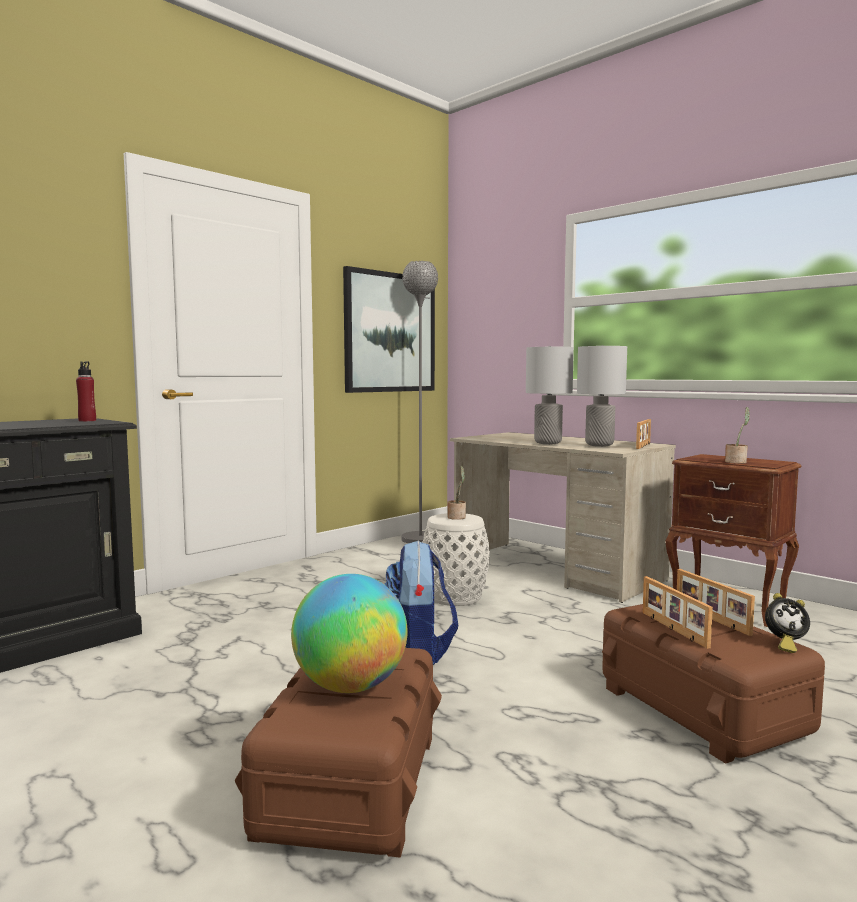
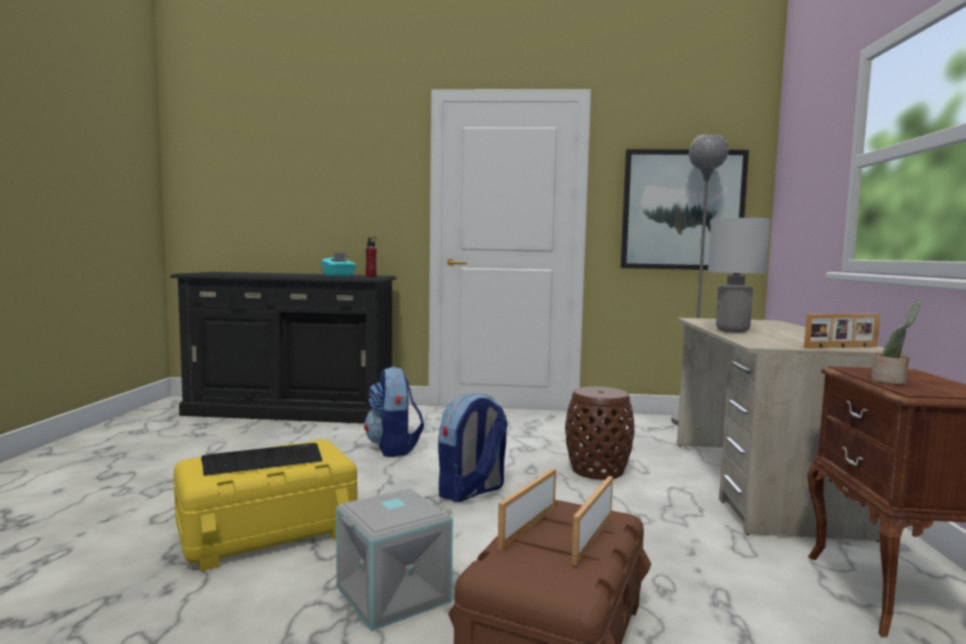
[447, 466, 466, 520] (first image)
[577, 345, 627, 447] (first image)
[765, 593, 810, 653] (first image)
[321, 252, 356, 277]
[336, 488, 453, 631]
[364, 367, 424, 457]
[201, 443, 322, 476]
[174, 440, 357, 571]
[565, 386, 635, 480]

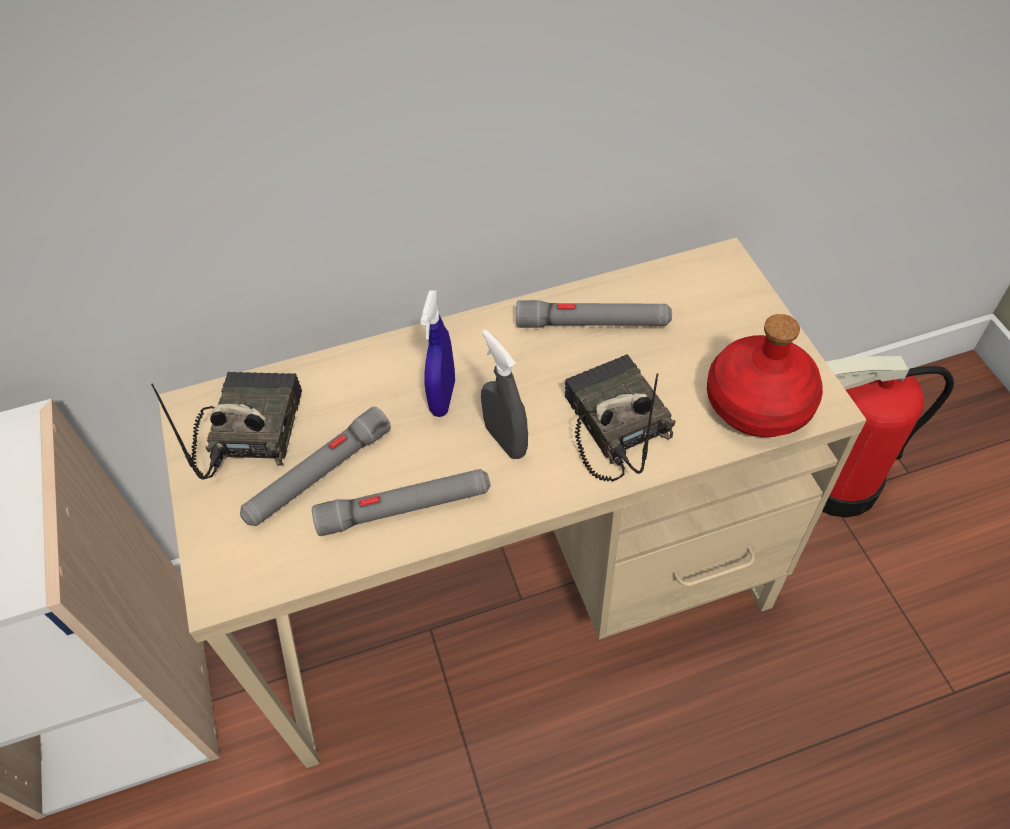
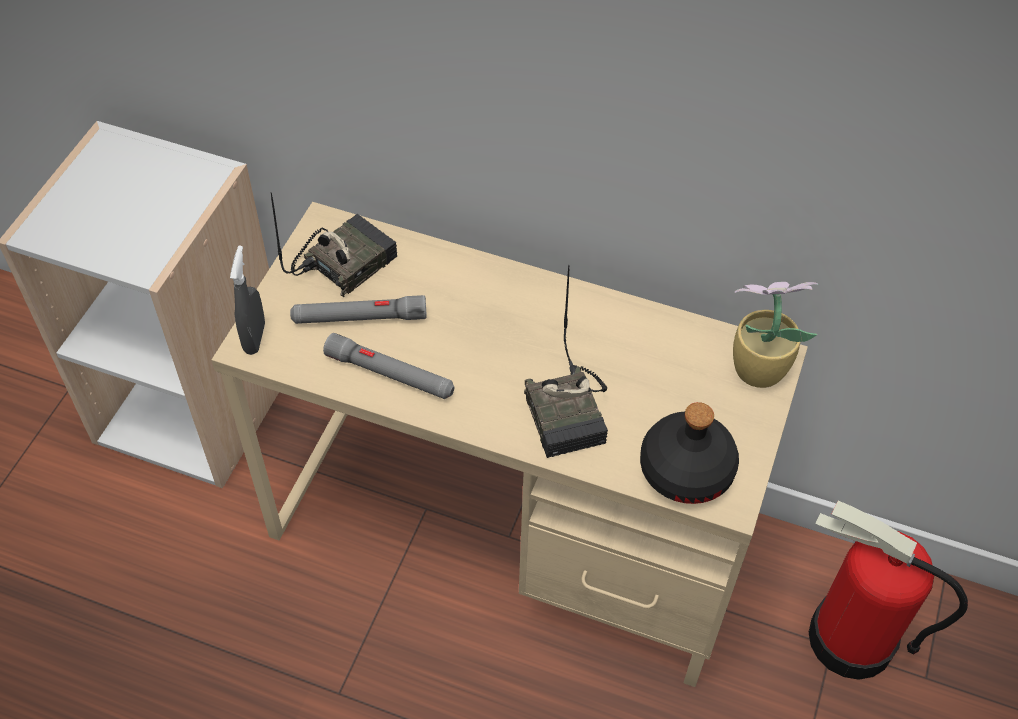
[420, 290, 455, 417] (first image)
[516, 300, 672, 328] (first image)
[733, 282, 818, 388]
[230, 246, 265, 355]
[640, 402, 739, 504]
[524, 265, 608, 458]

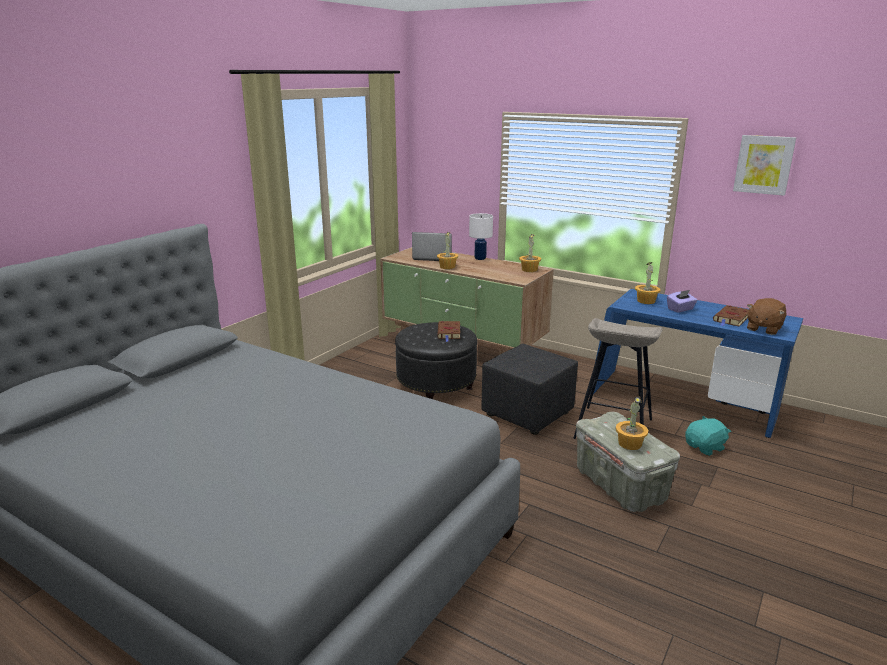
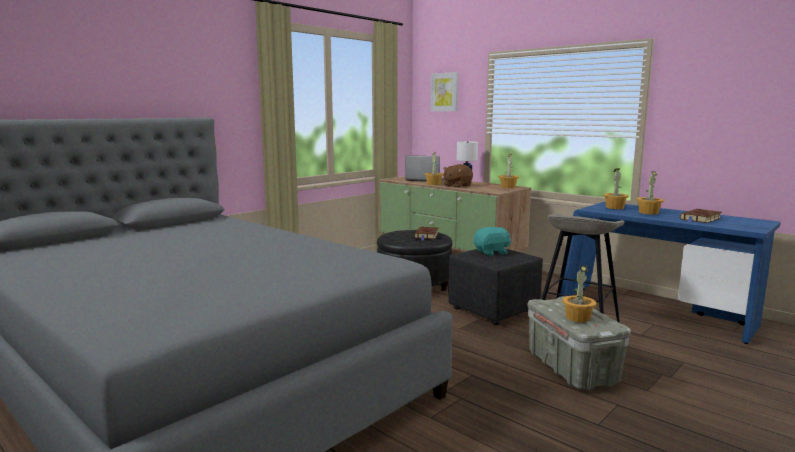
[474, 227, 511, 256]
[430, 72, 458, 111]
[443, 164, 473, 188]
[636, 171, 664, 215]

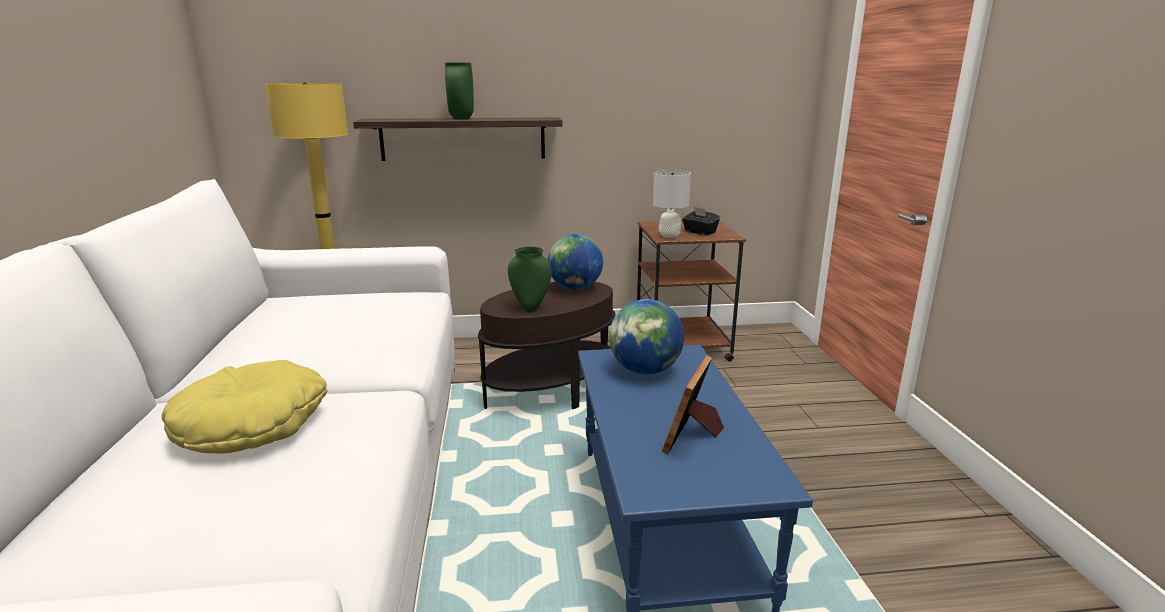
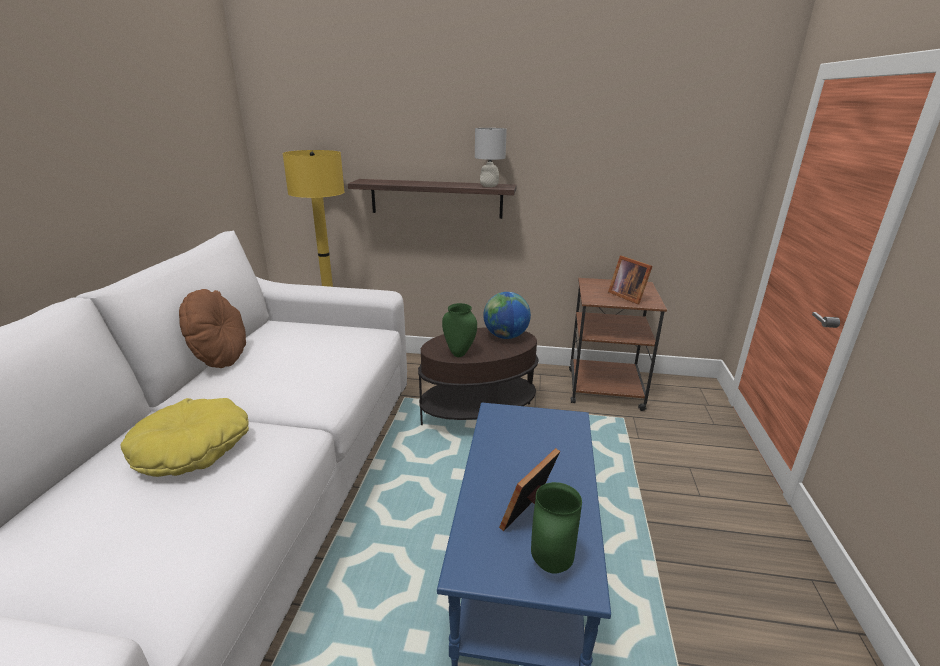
[609, 299, 684, 374] (first image)
[179, 289, 246, 368]
[531, 482, 582, 574]
[475, 128, 507, 187]
[608, 255, 653, 304]

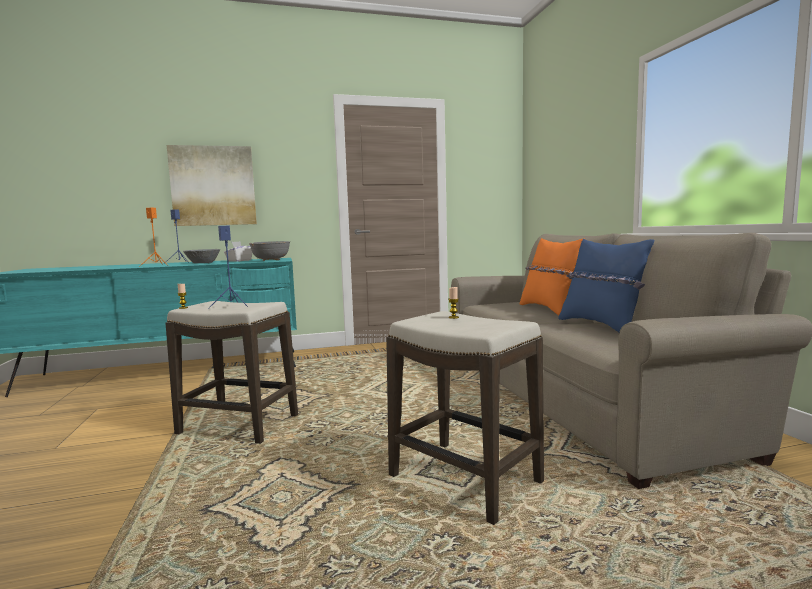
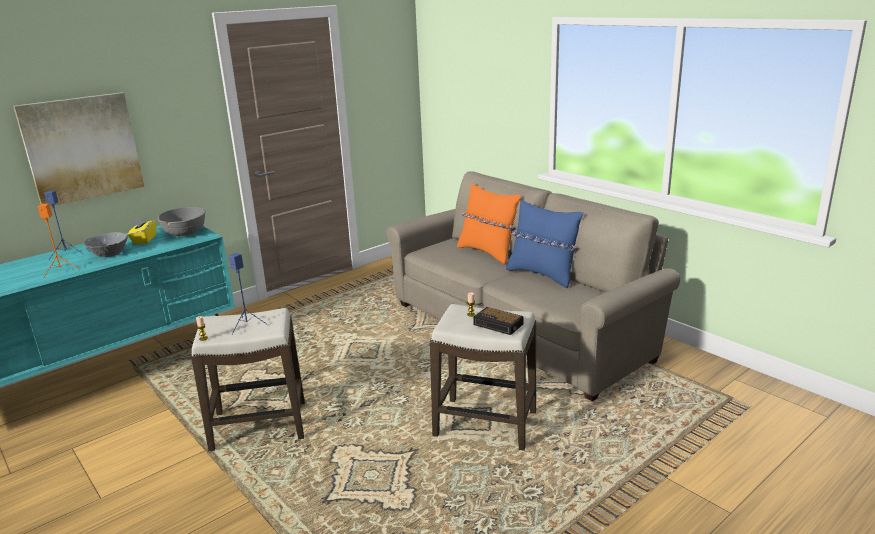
[473, 307, 523, 335]
[127, 216, 156, 244]

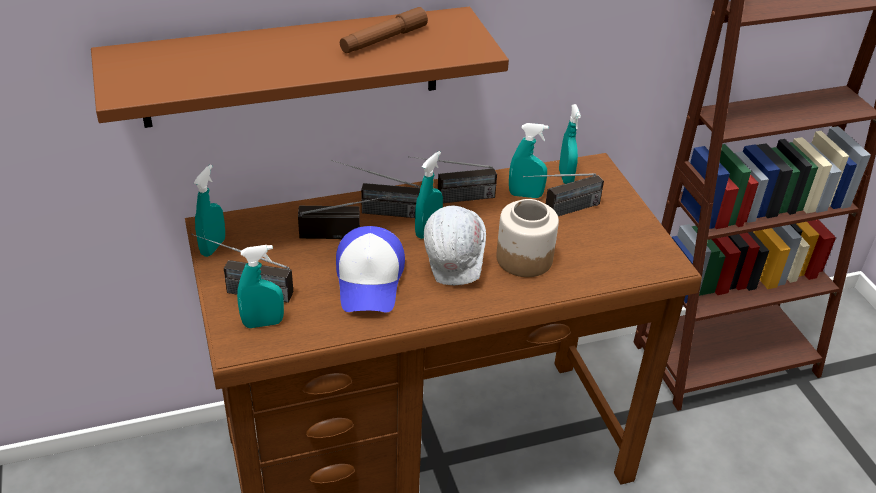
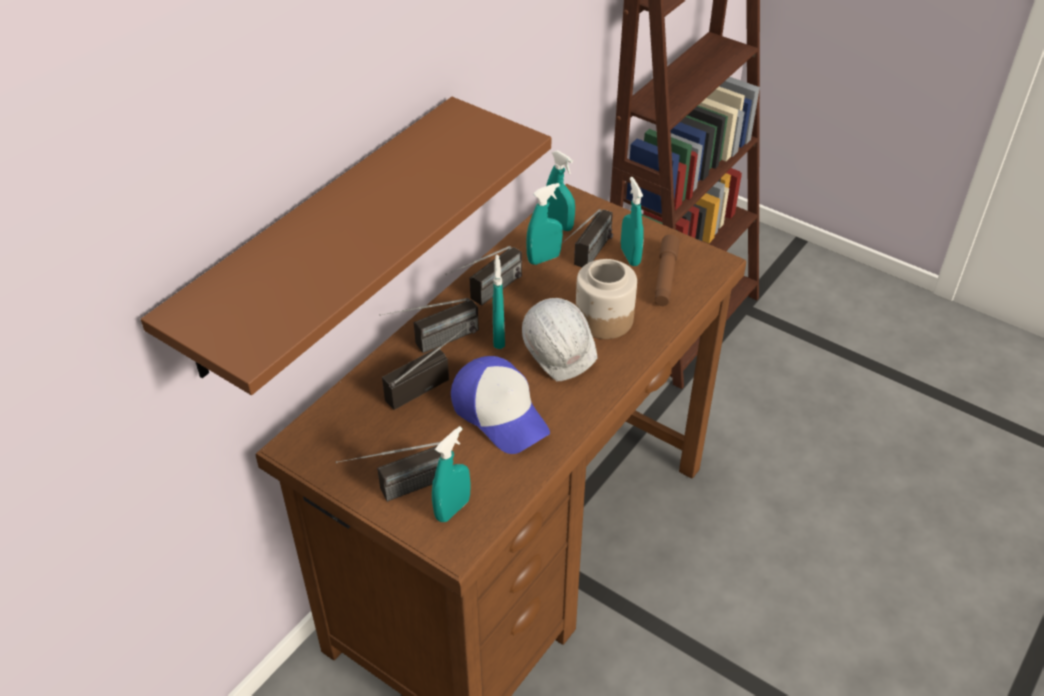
[621, 177, 644, 266]
[655, 235, 680, 306]

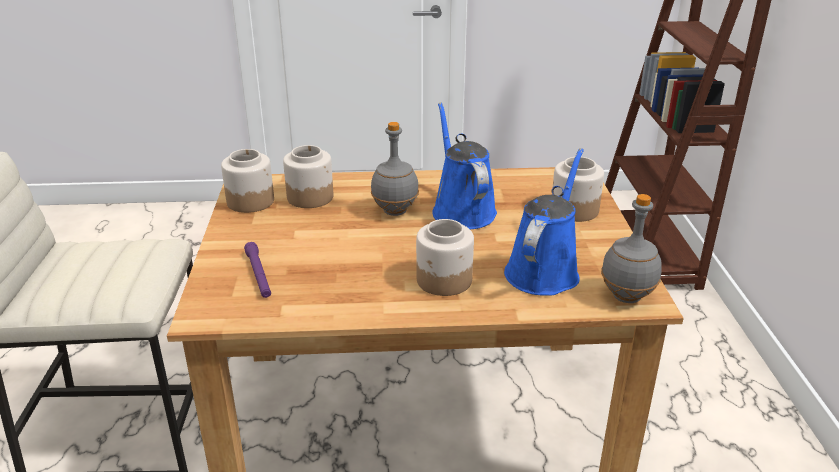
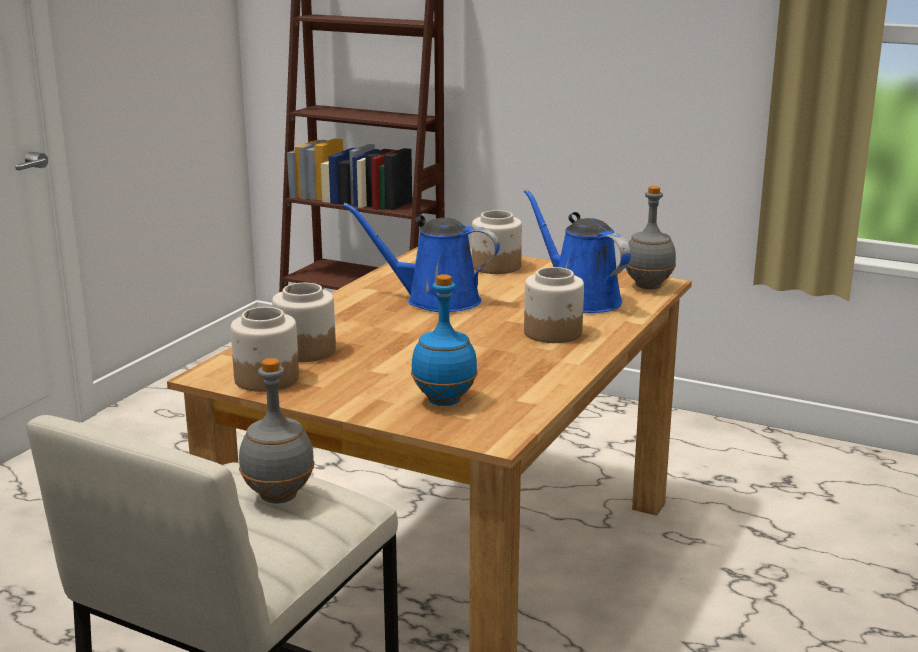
[239, 358, 315, 503]
[411, 274, 477, 406]

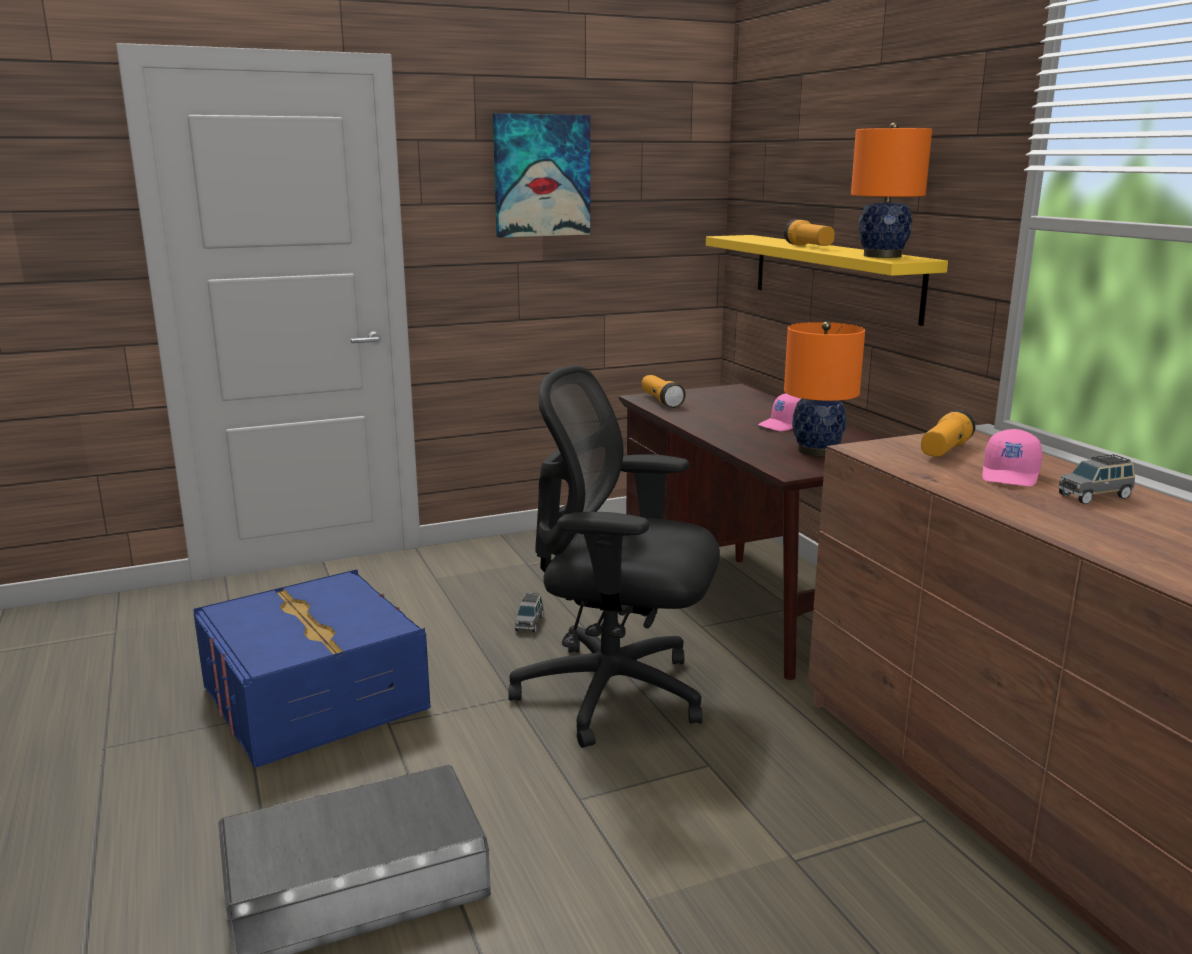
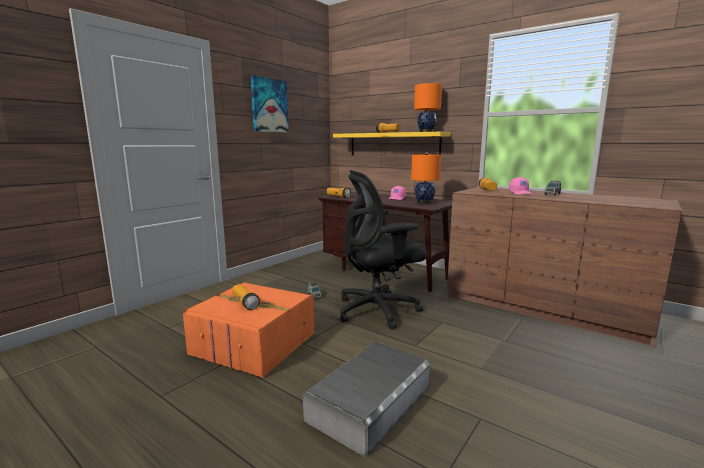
[233, 284, 260, 310]
[183, 281, 315, 378]

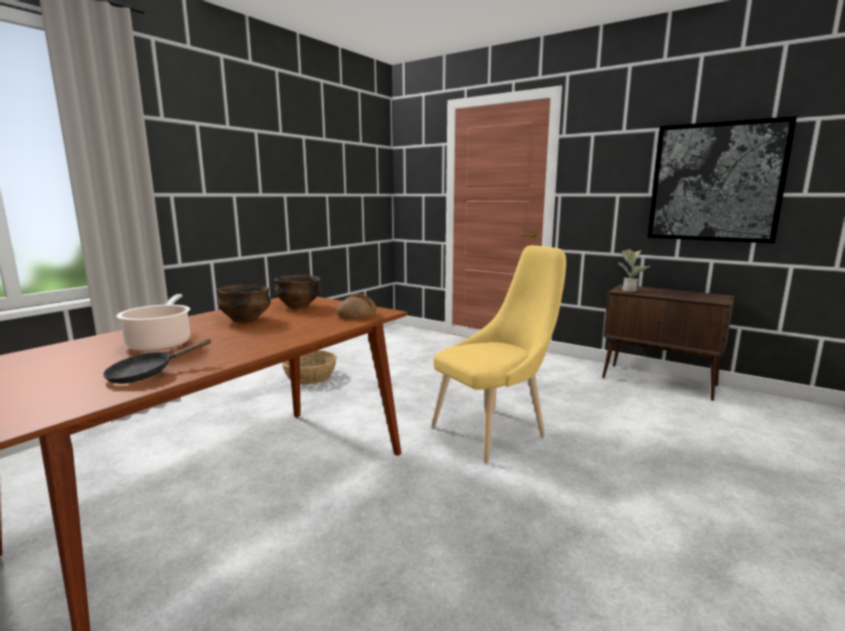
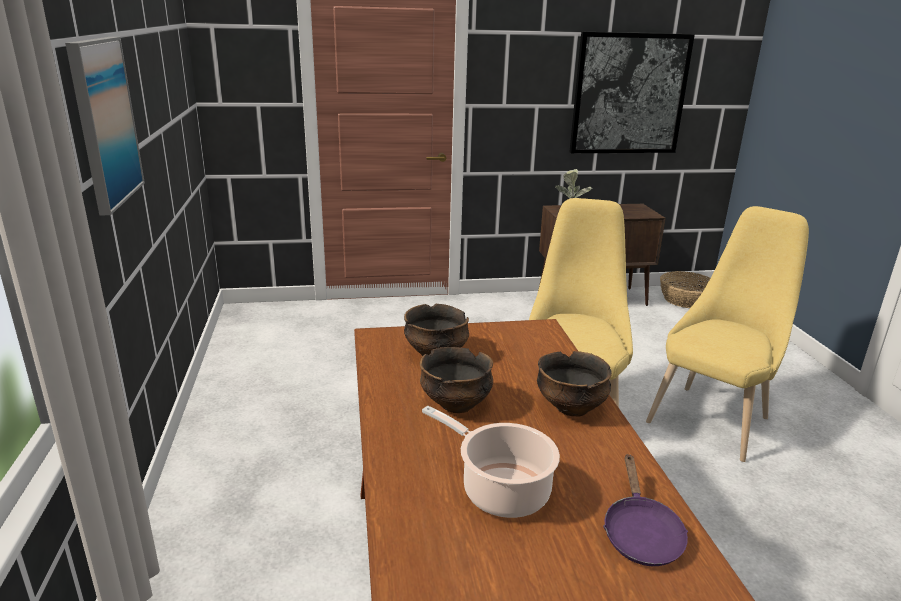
[336, 294, 377, 319] (first image)
[65, 37, 145, 215]
[537, 351, 612, 417]
[646, 206, 809, 462]
[660, 271, 710, 308]
[603, 454, 688, 566]

